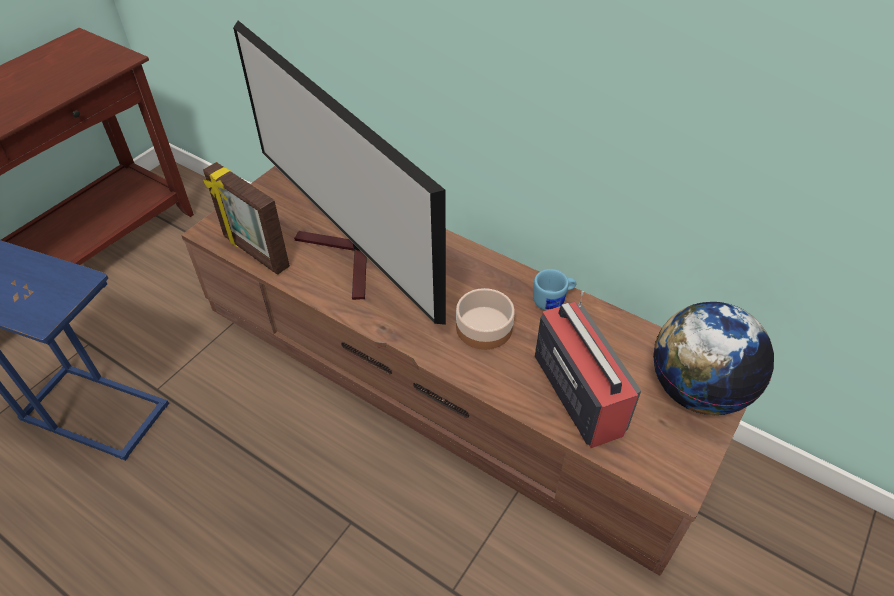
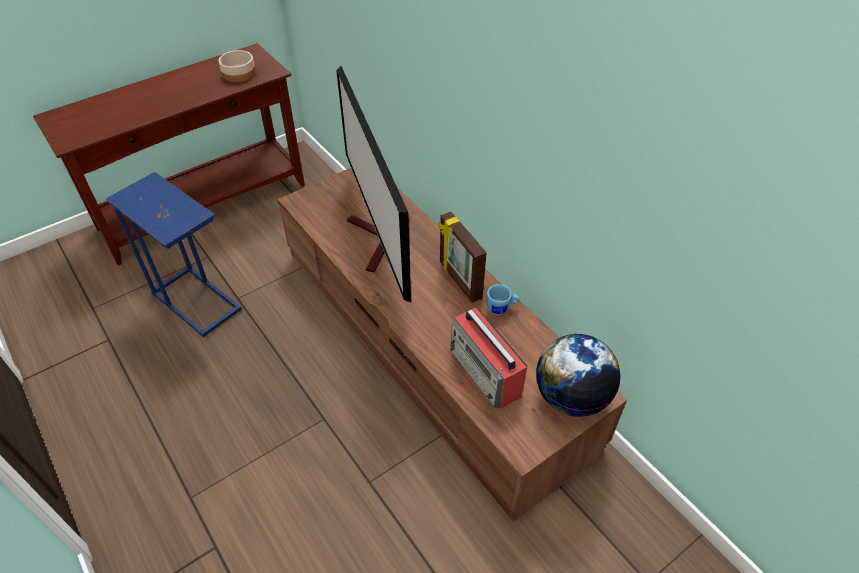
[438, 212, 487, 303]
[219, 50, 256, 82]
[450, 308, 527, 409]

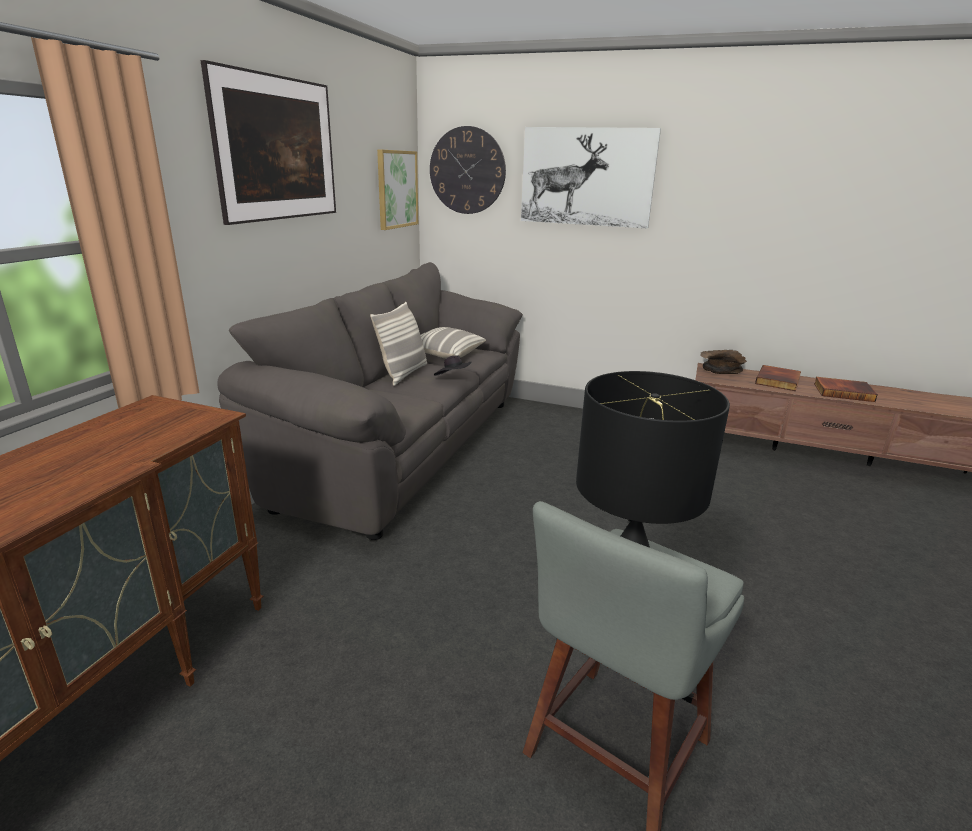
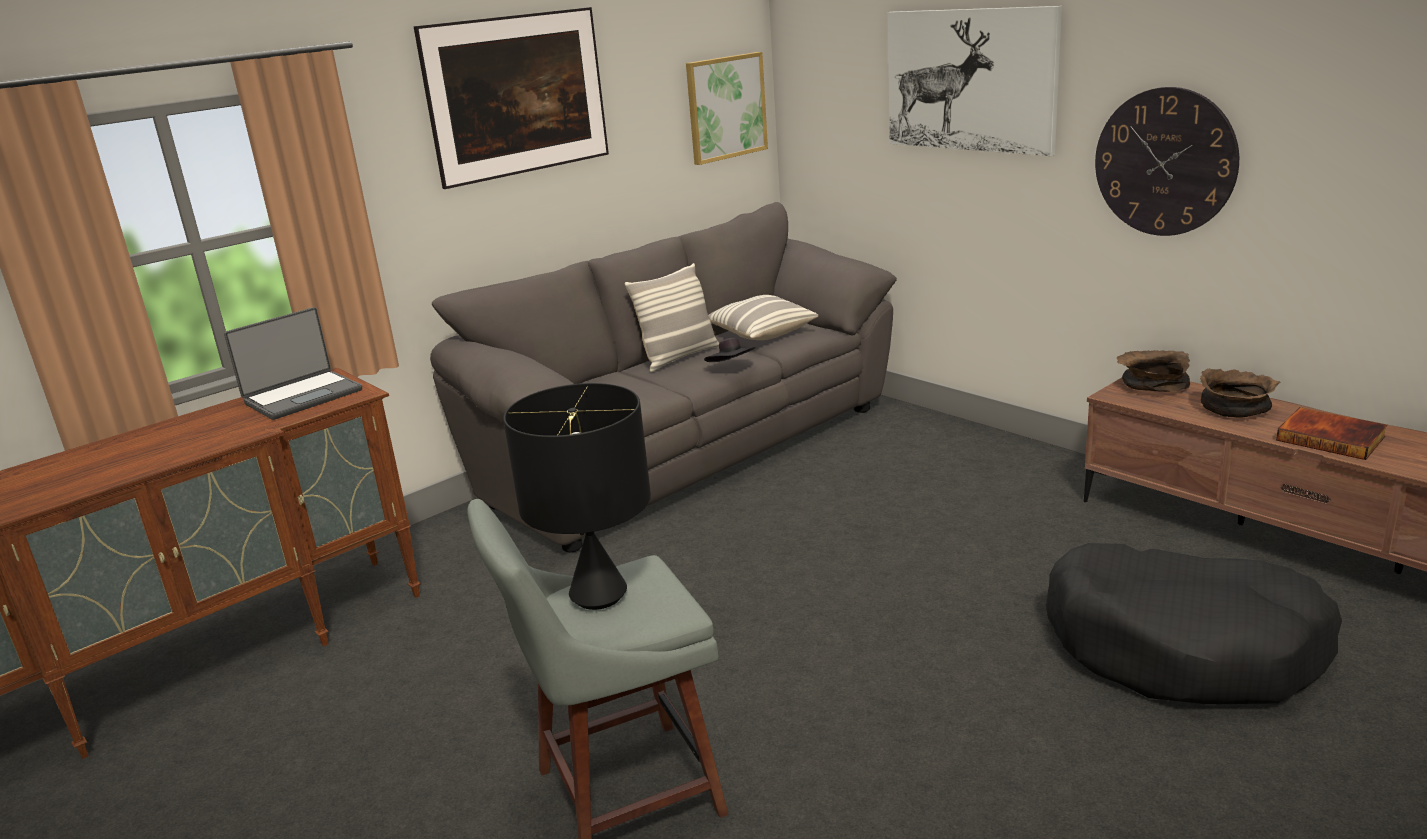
[224, 307, 362, 420]
[1046, 543, 1342, 704]
[1095, 87, 1239, 236]
[1200, 369, 1281, 418]

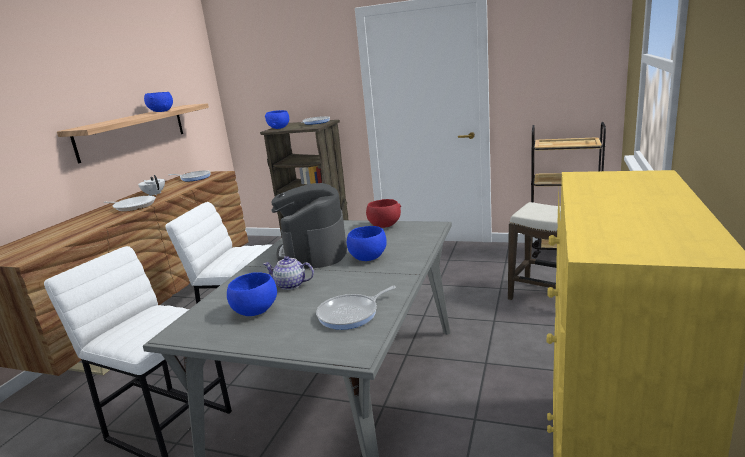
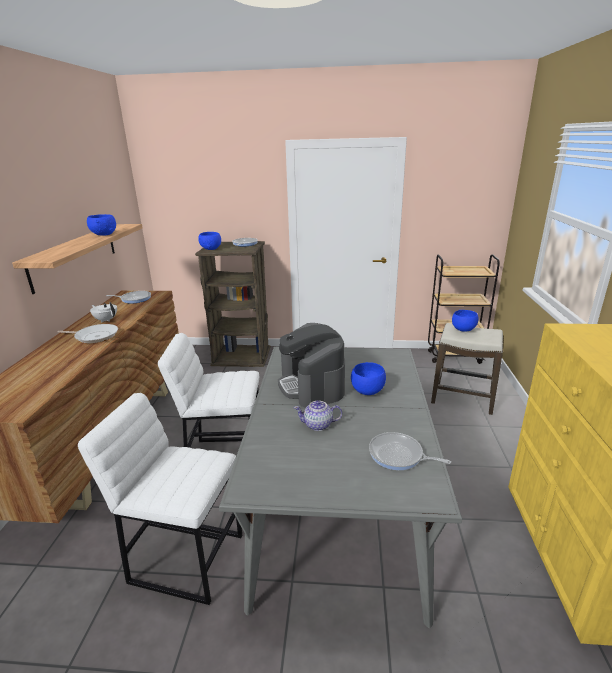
[366, 199, 401, 228] (first image)
[452, 310, 479, 332]
[369, 432, 451, 470]

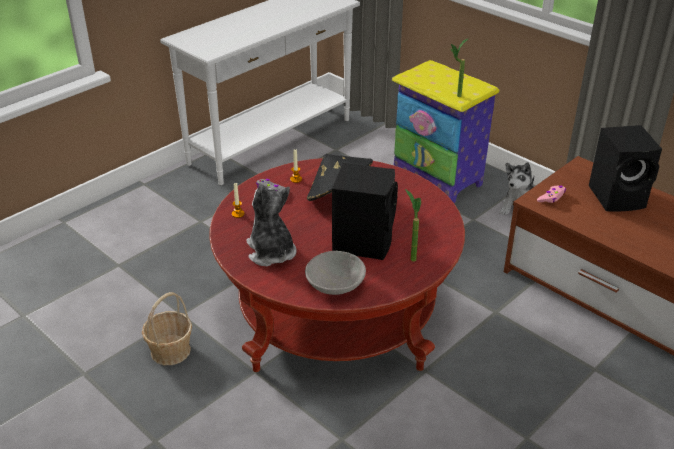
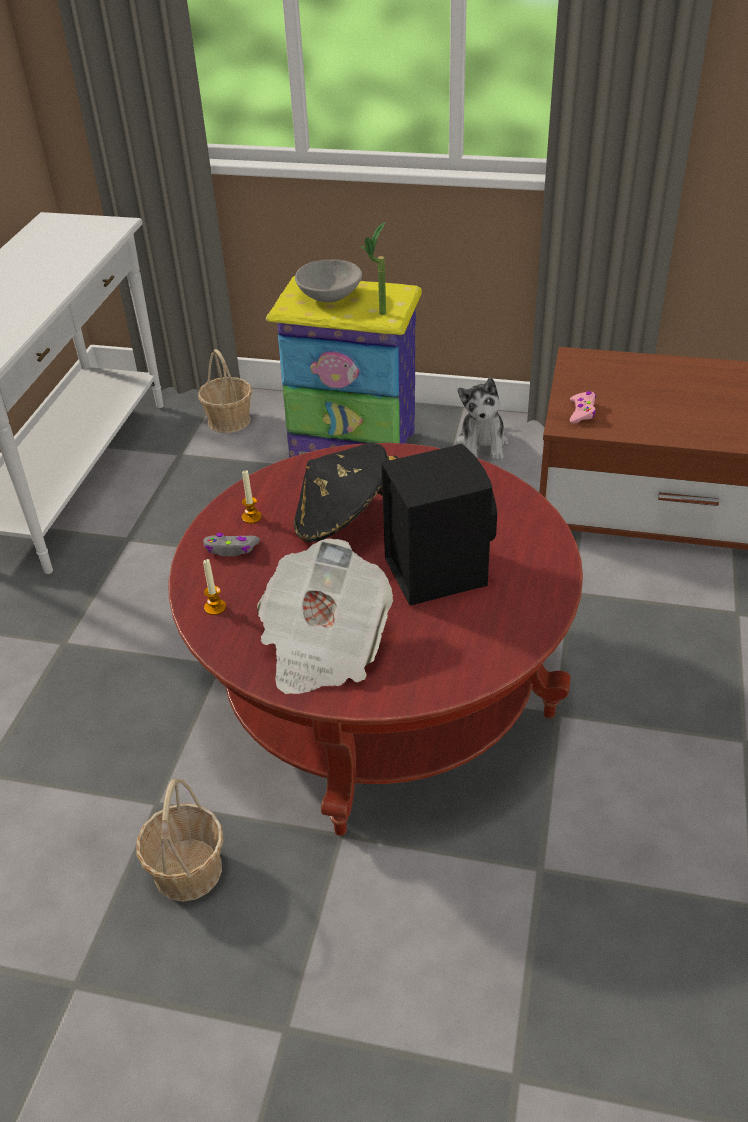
[405, 189, 421, 262] (first image)
[589, 125, 662, 211] (first image)
[198, 349, 252, 433]
[295, 259, 362, 302]
[257, 539, 393, 694]

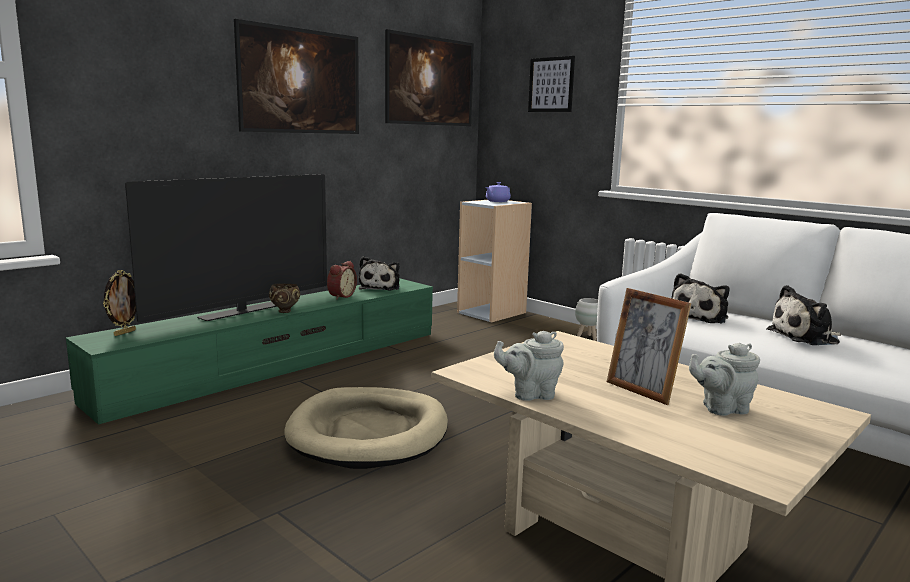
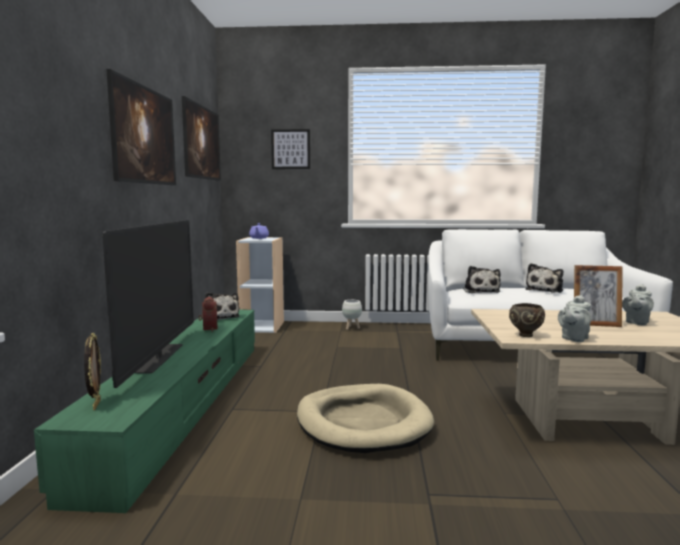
[509, 303, 545, 337]

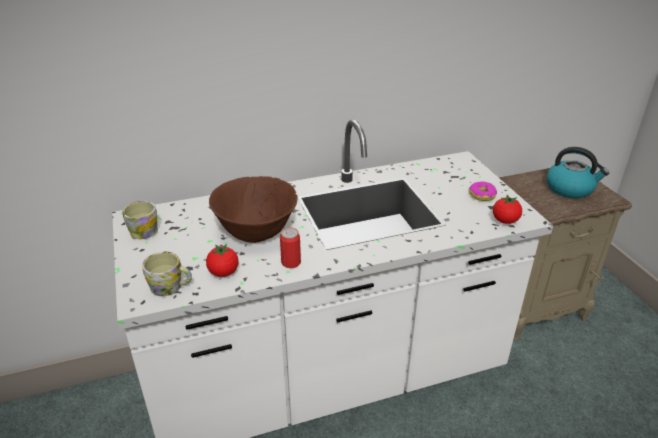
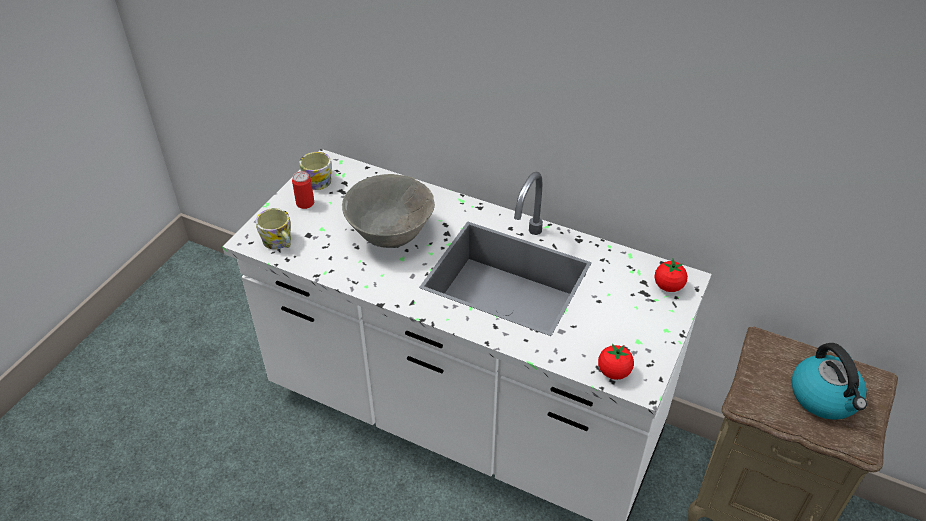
[469, 181, 497, 201] (first image)
[654, 259, 688, 292]
[292, 171, 314, 209]
[342, 174, 435, 248]

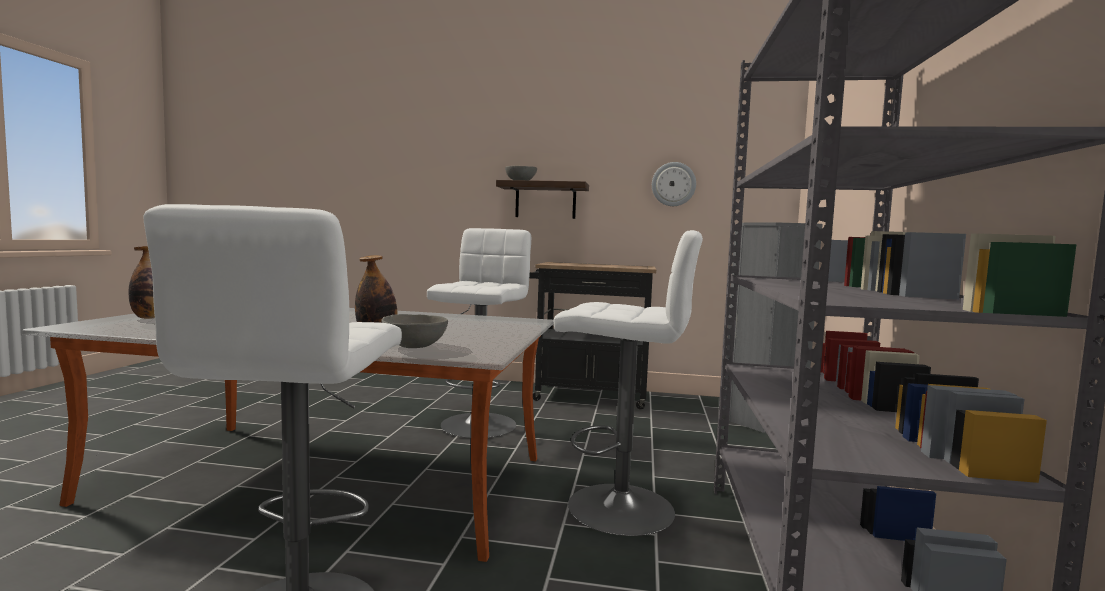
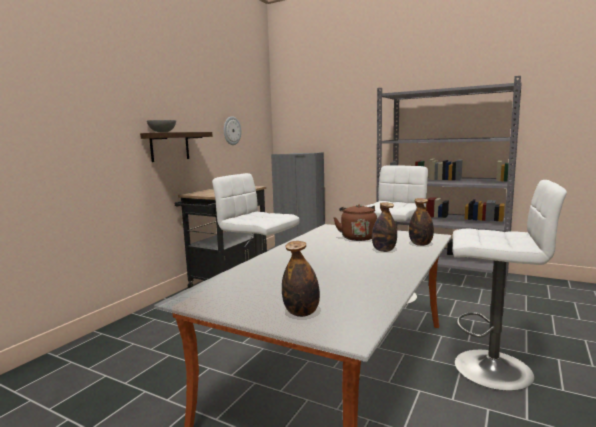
[333, 204, 377, 241]
[409, 198, 434, 246]

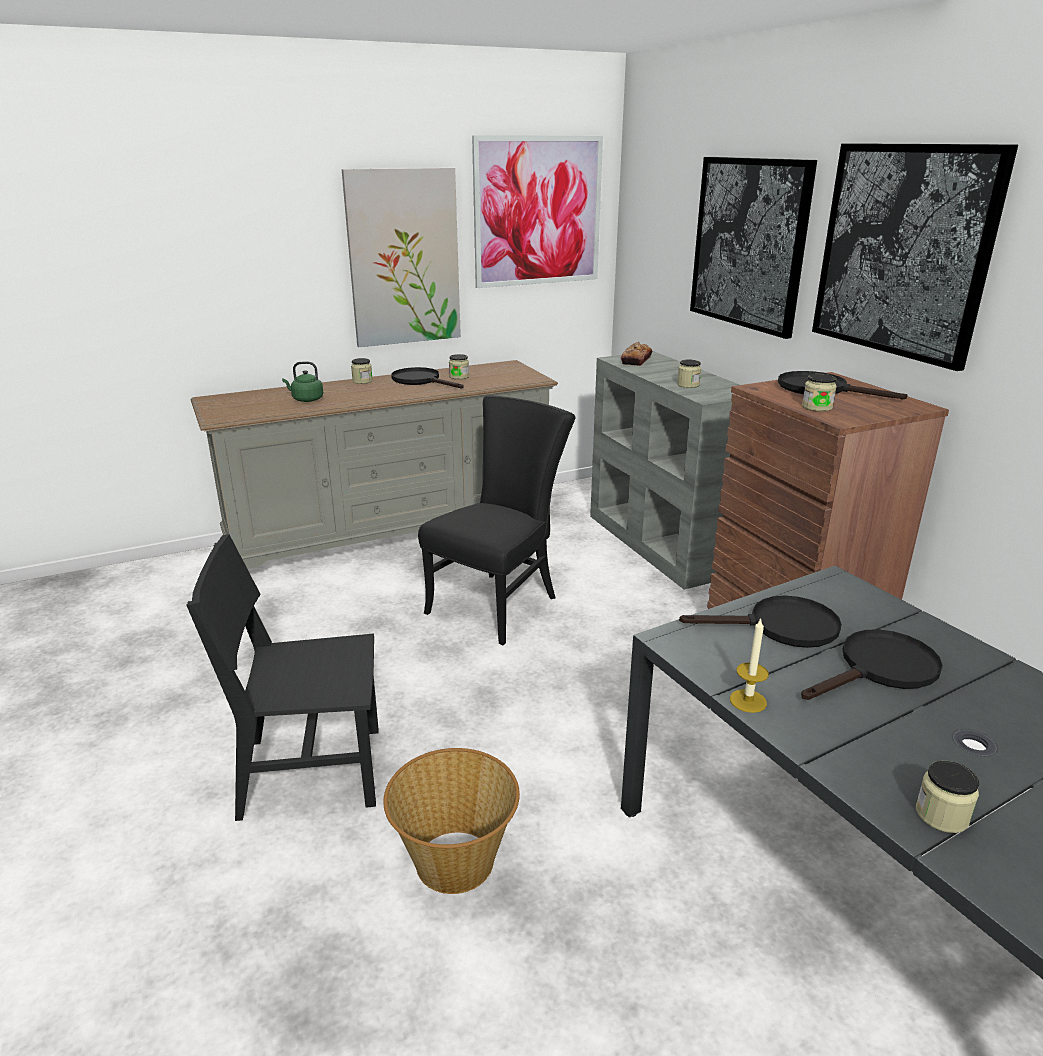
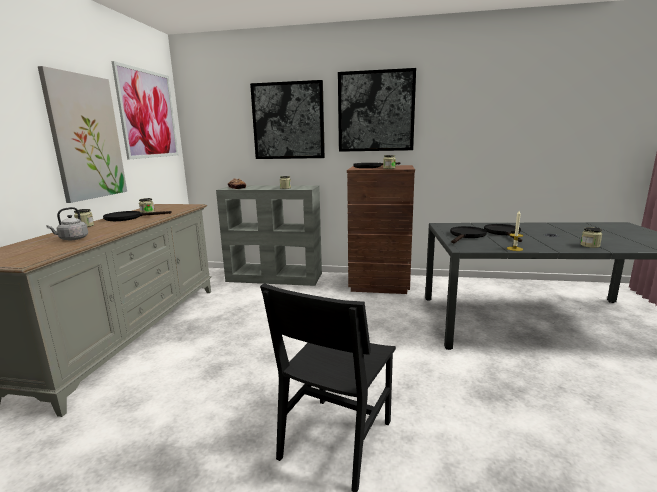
[383, 748, 520, 894] (first image)
[418, 395, 576, 645] (first image)
[47, 207, 88, 240]

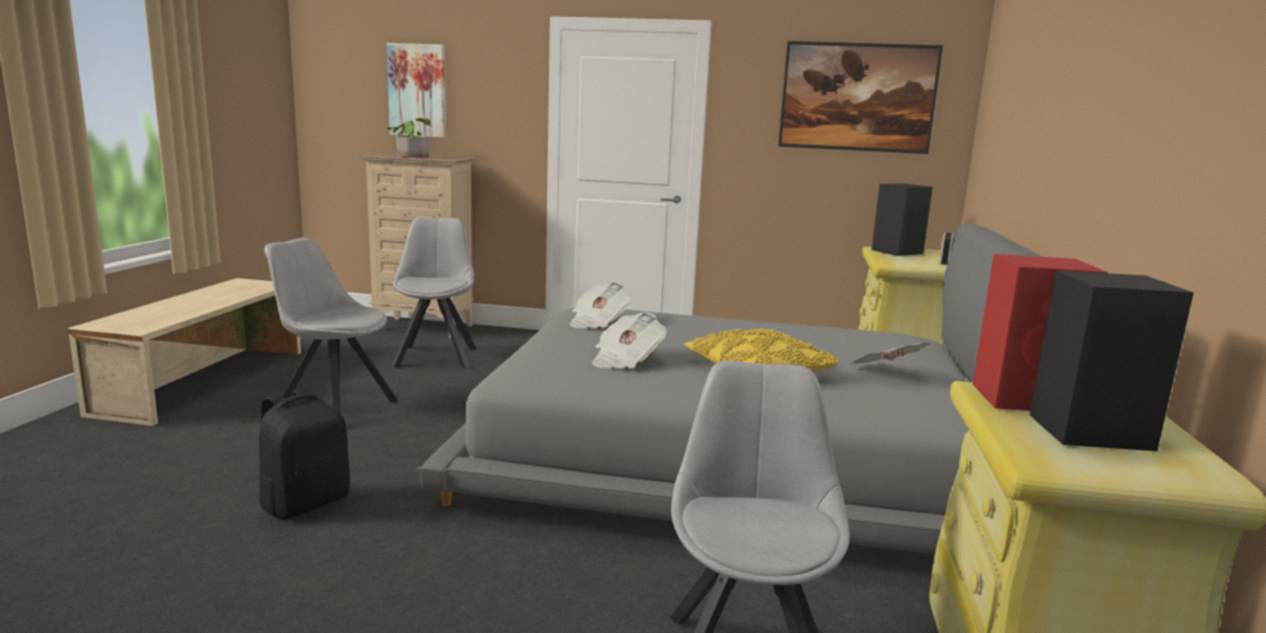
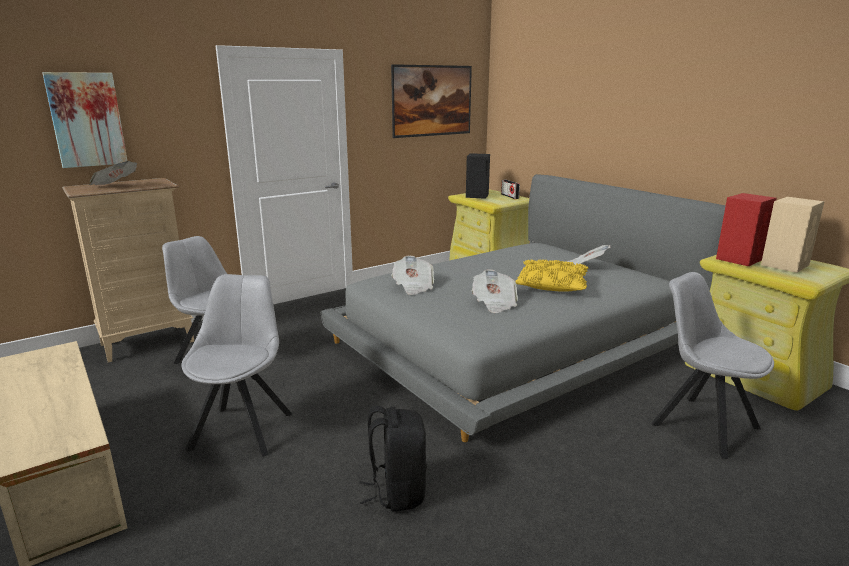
[89, 161, 138, 185]
[761, 197, 825, 273]
[181, 274, 292, 457]

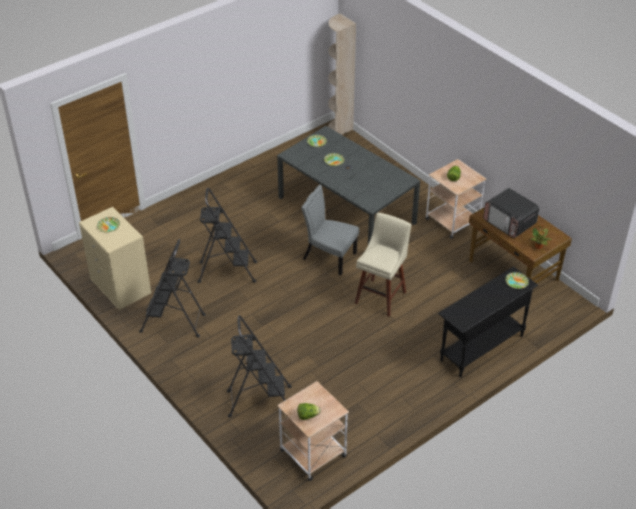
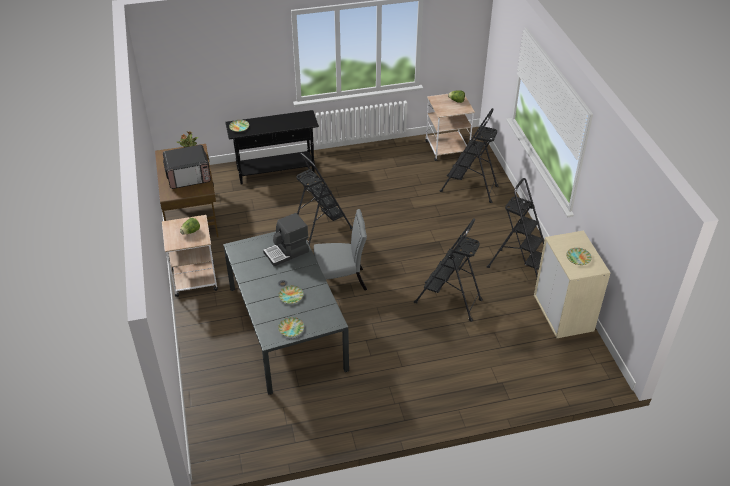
[328, 13, 356, 135] (first image)
[263, 213, 309, 266]
[297, 153, 353, 246]
[314, 209, 367, 290]
[163, 145, 211, 189]

